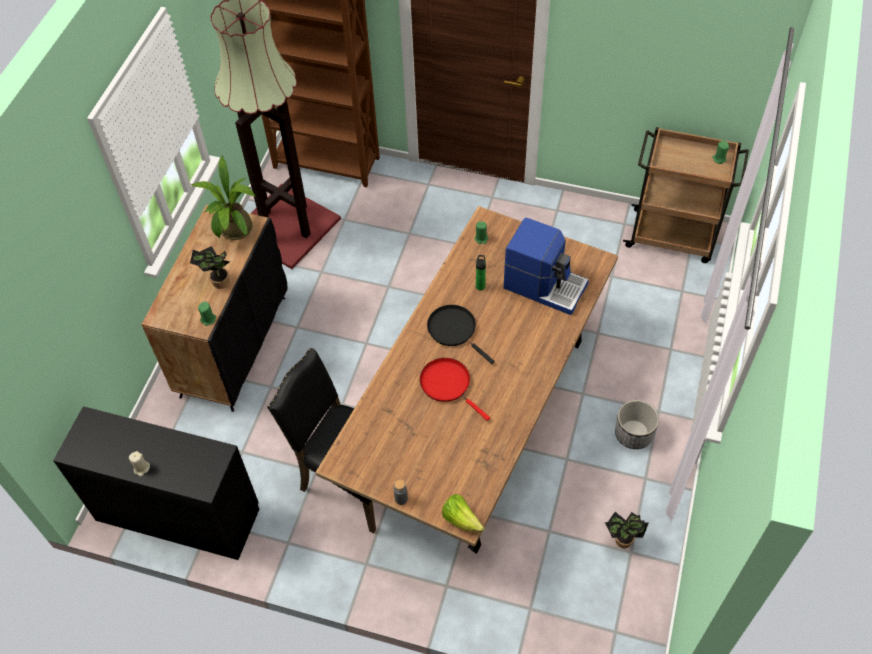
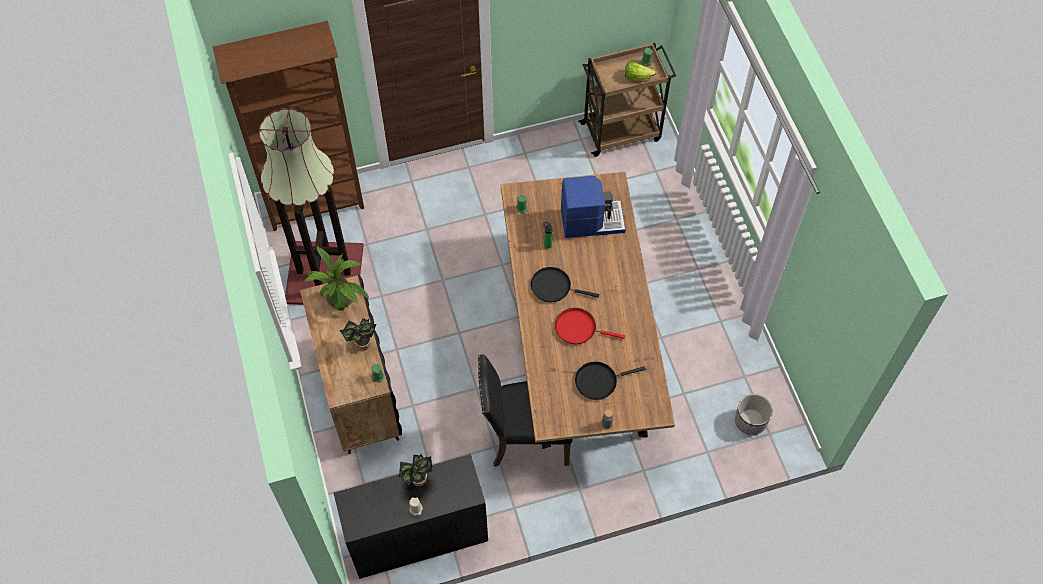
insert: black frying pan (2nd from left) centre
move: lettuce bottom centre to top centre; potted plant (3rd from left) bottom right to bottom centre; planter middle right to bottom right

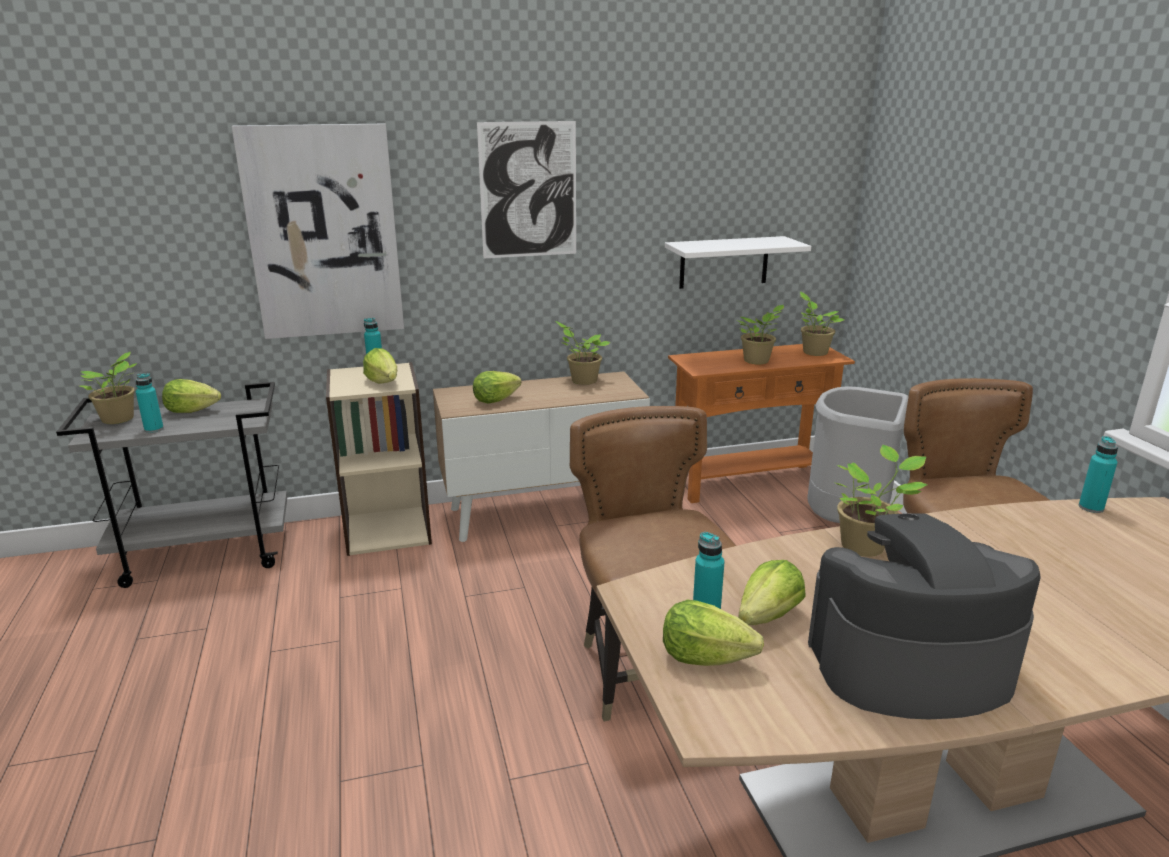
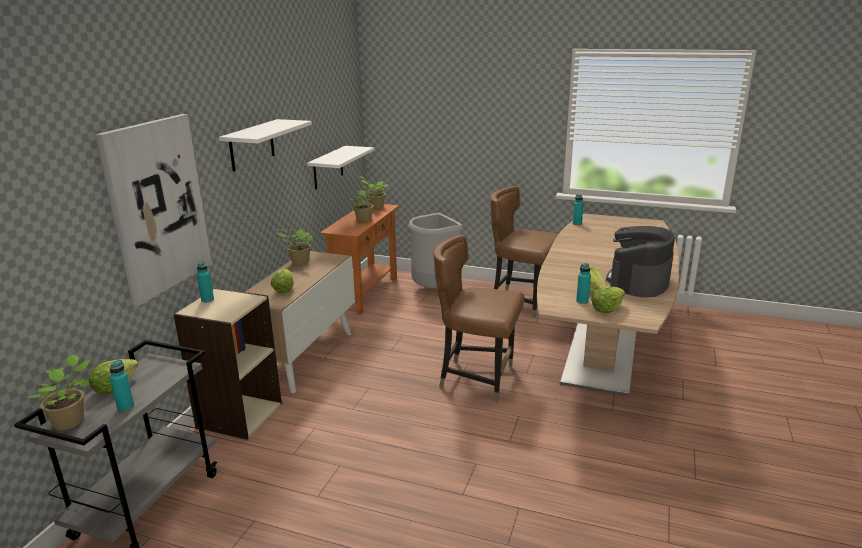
delete: lettuce (2nd from left) middle left; potted plant (5th from left) middle right
replace: picture (2nd from left) top centre to white shelf (1st from left) top left

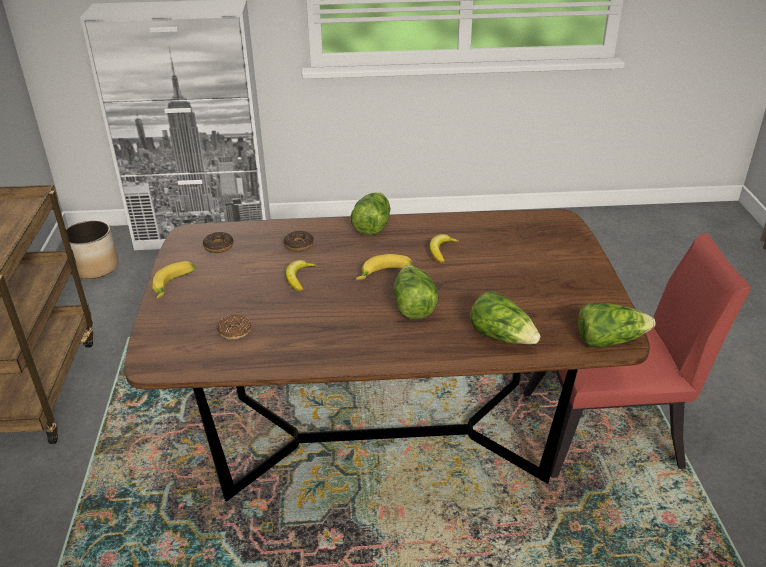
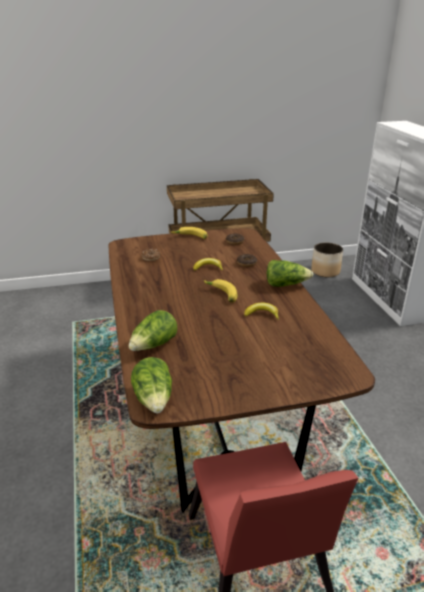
delete: lettuce (2nd from left) centre

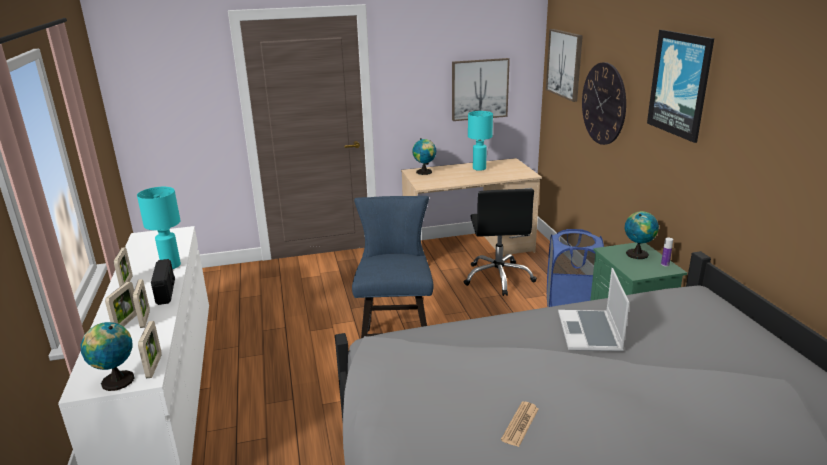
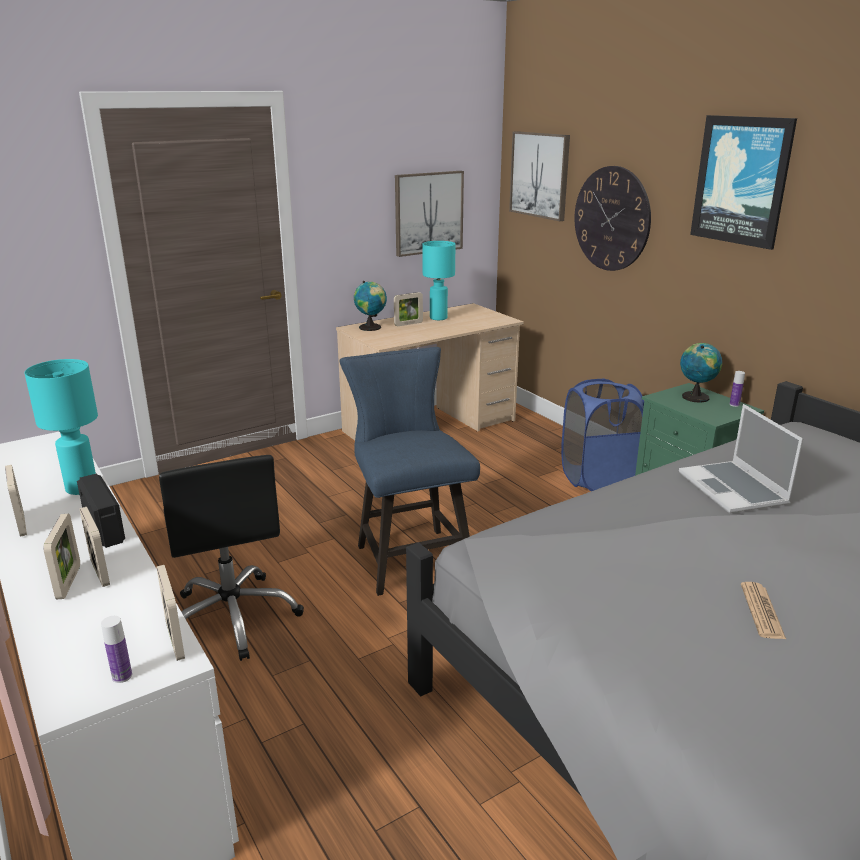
insert: picture frame (5th from left) centre
move: black office chair centre to middle left
replace: globe (1st from left) bottom left to bottle (1st from left) bottom left

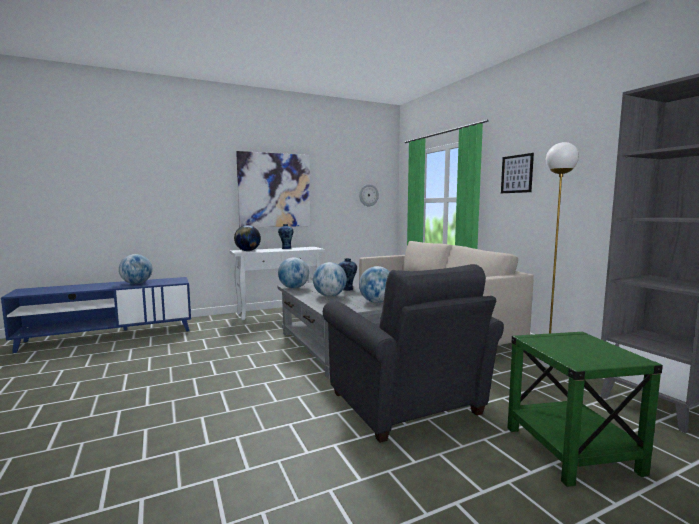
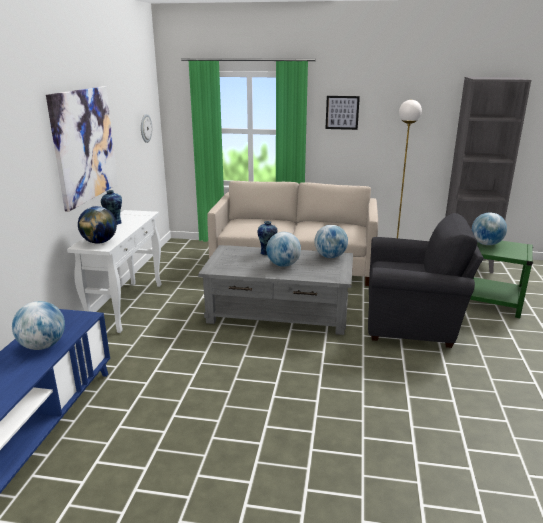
move: globe (3rd from left in the first image) centre to globe (5th from left) middle right

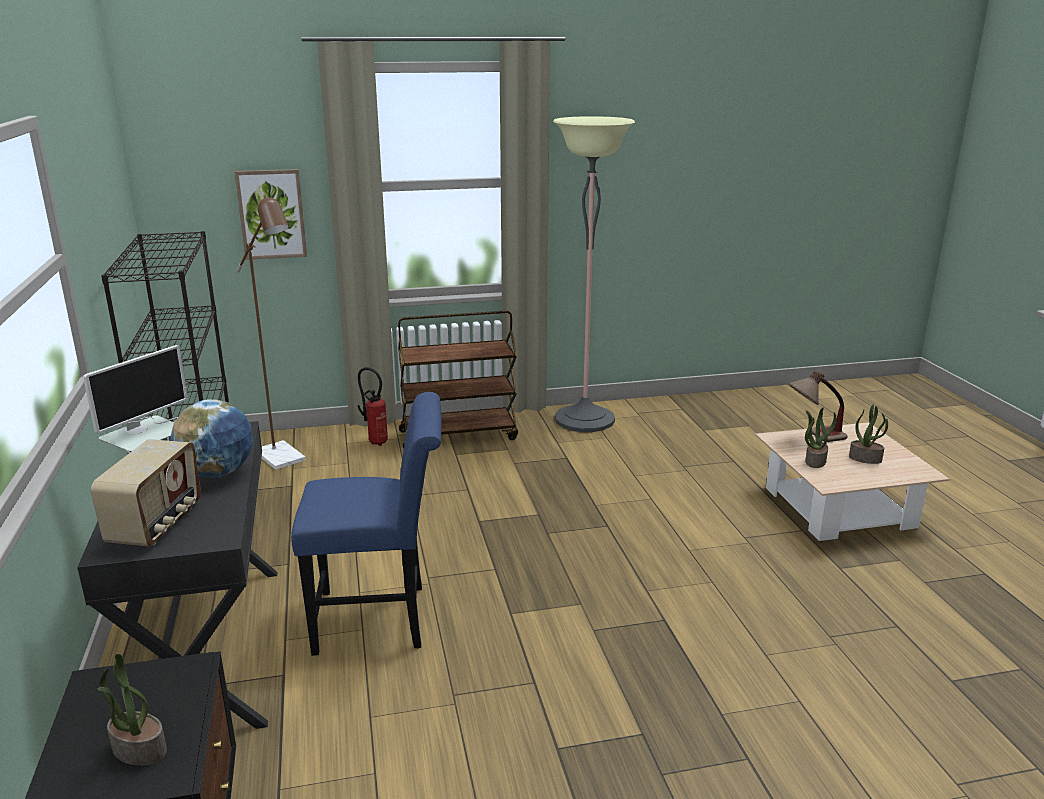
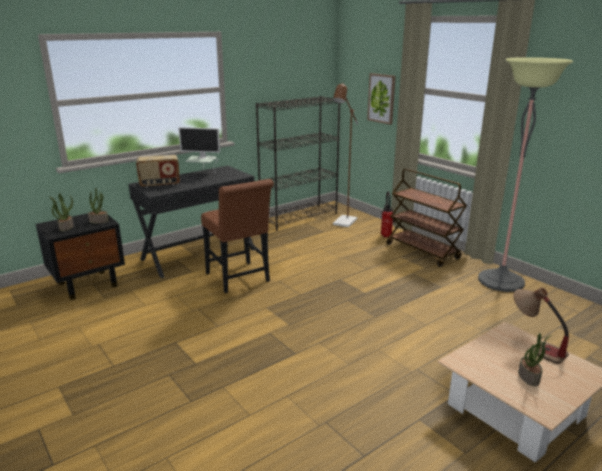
delete: globe middle left
move: potted plant (2nd from left) middle right to middle left
recolor: blue chair centre to brown chair centre

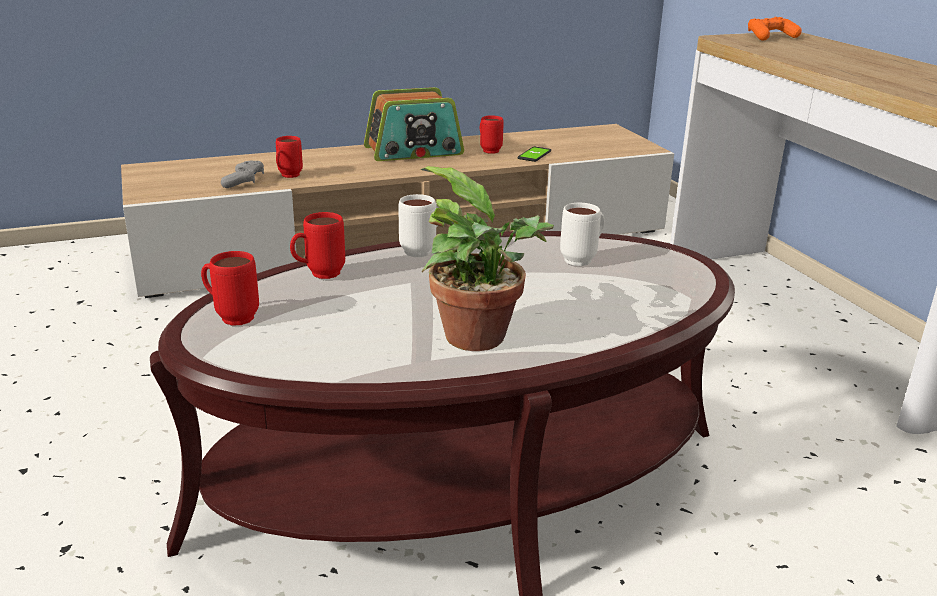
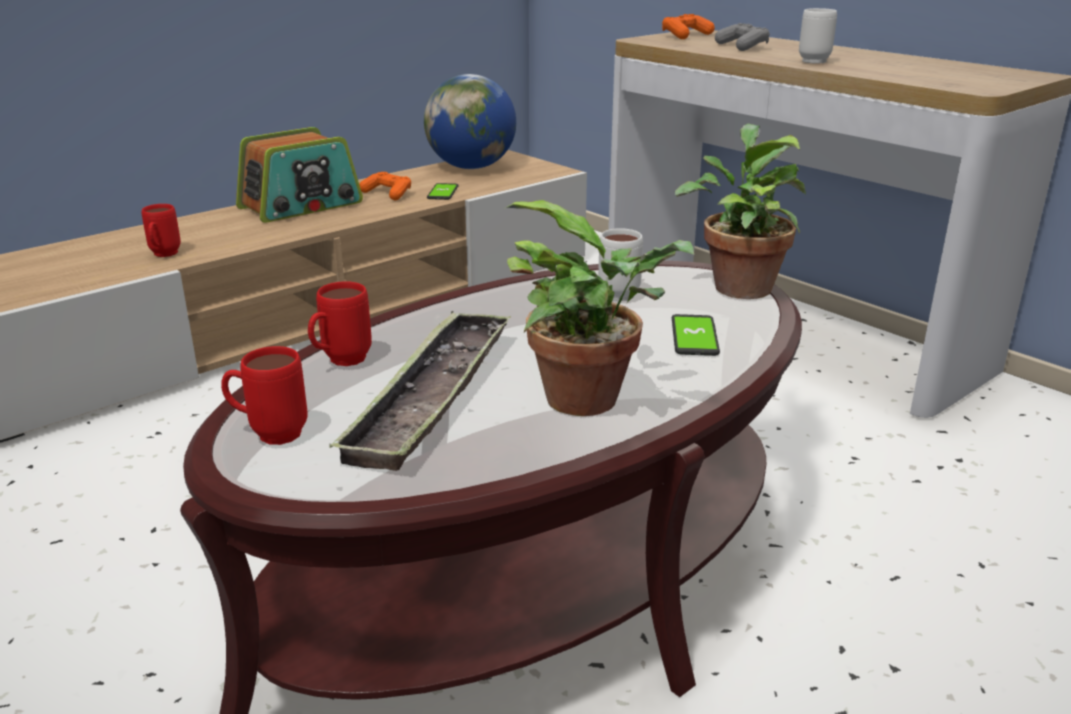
insert: tray centre; globe top centre; phone (2nd from left) centre; potted plant (2nd from left) top right
move: grey game controller top left to top right; white mug (1st from left in the first image) centre to white mug (2nd from left) top right
replace: red mug (4th from left) top centre to orange game controller (1st from left) top centre

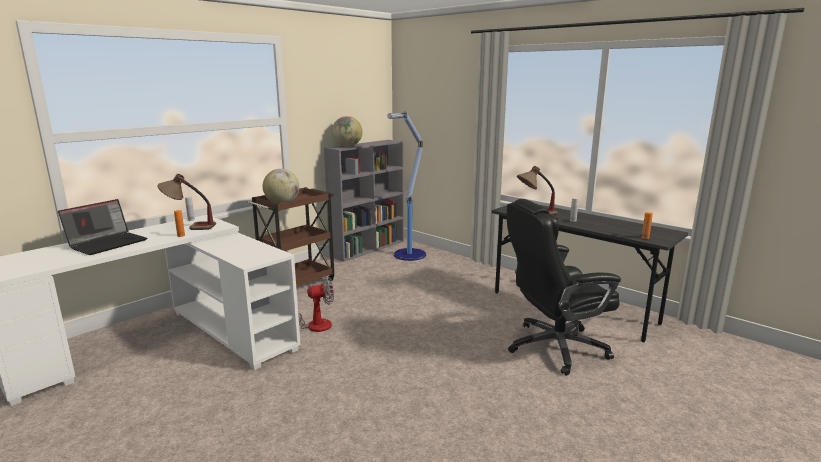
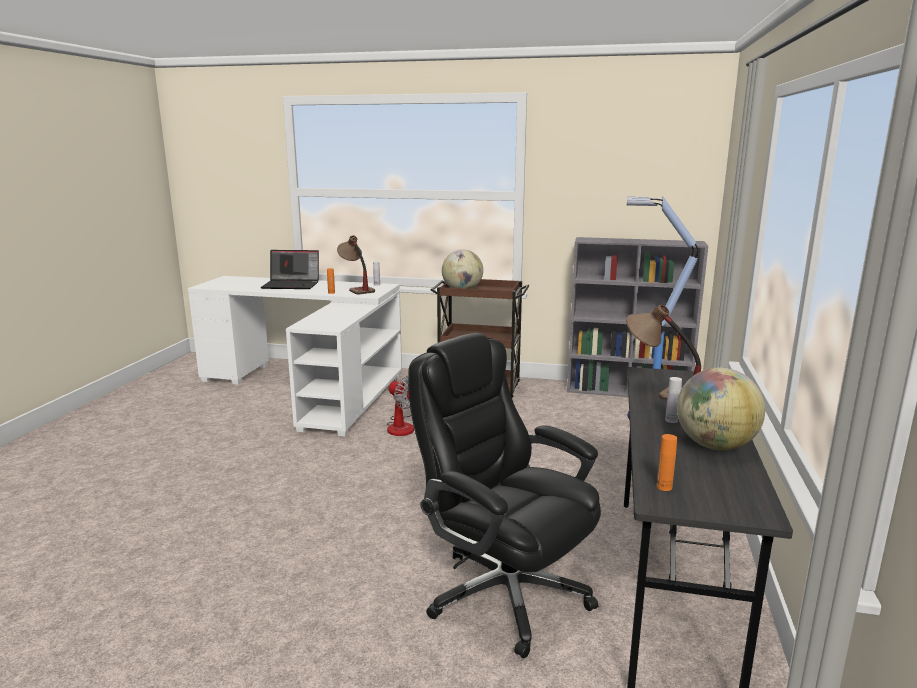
move: globe (2nd from left) top centre to middle right

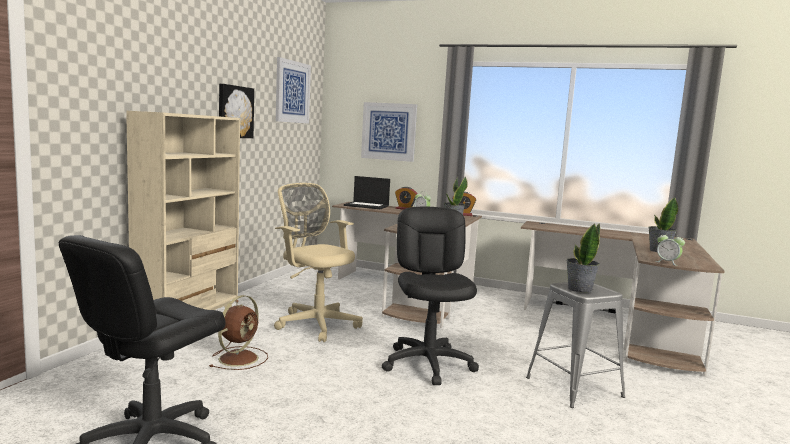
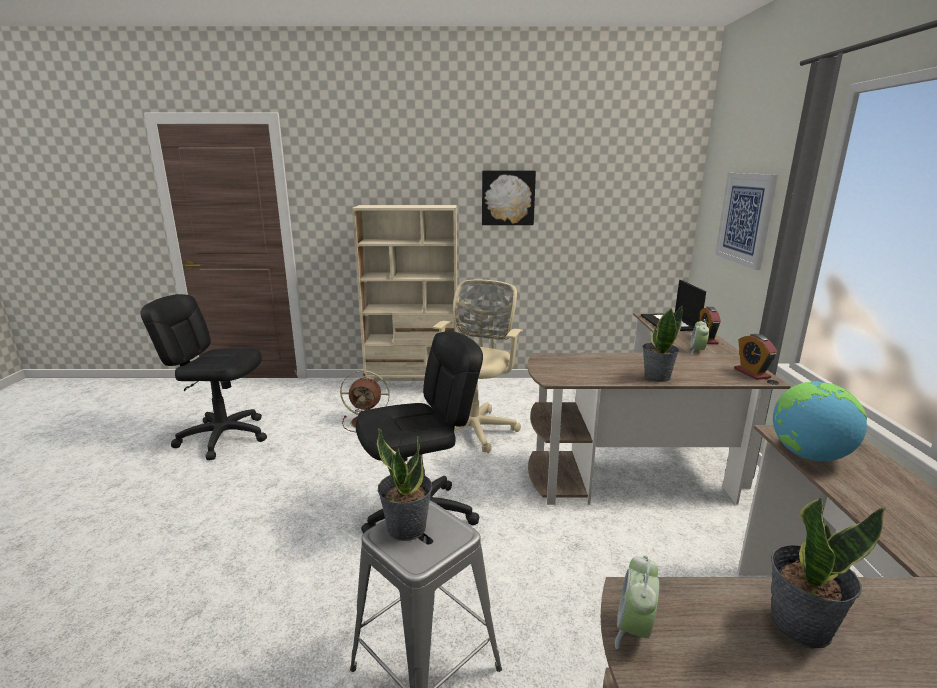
delete: picture (2nd from left) top centre
insert: globe middle right

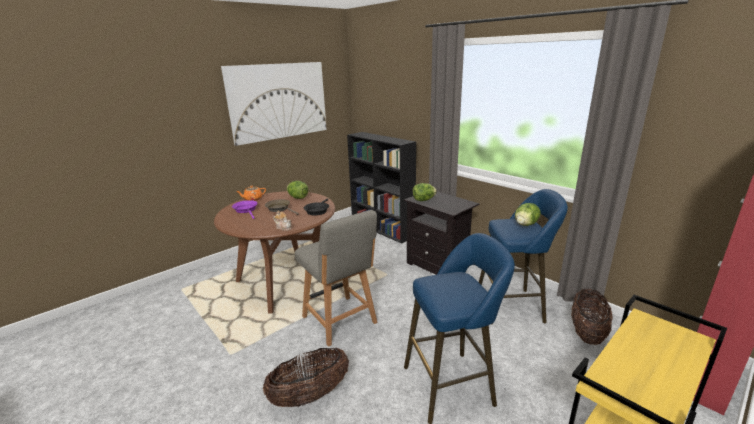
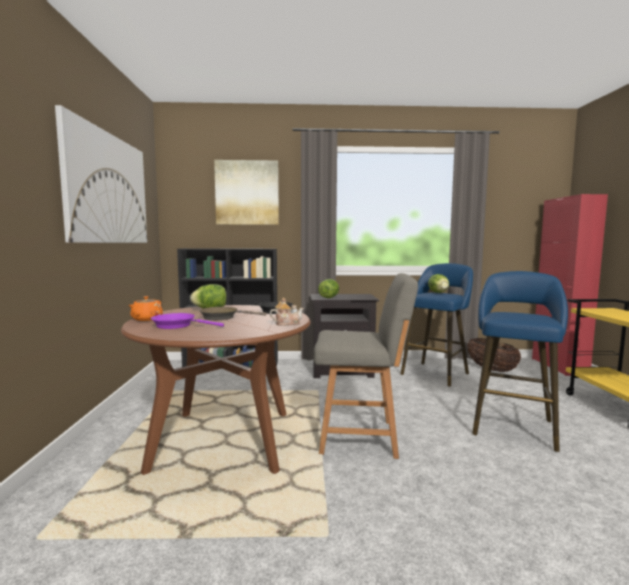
delete: basket (1st from left) bottom centre
insert: picture (2nd from left) top centre

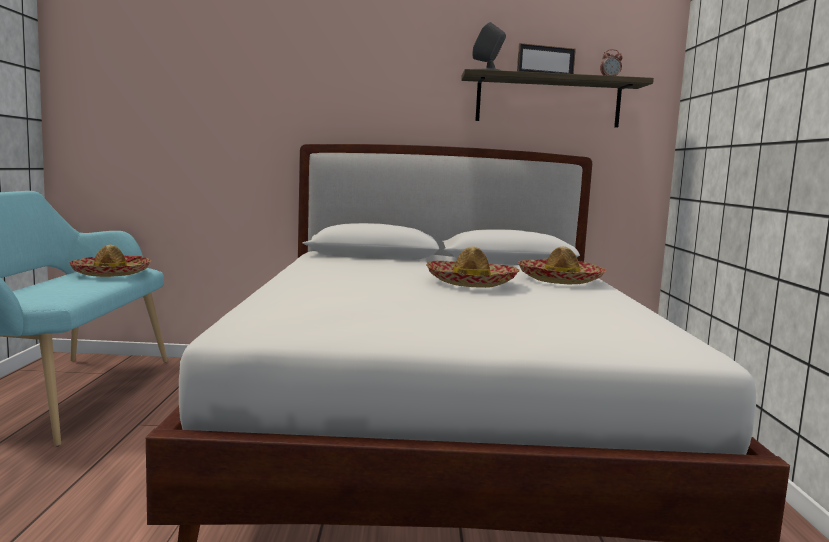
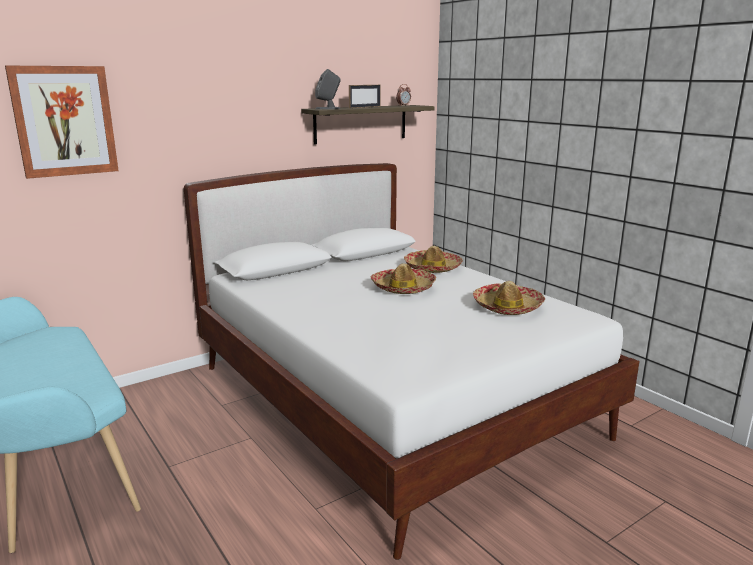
insert: picture top left
move: hat (1st from left in the first image) middle left to hat (3rd from left) middle right

